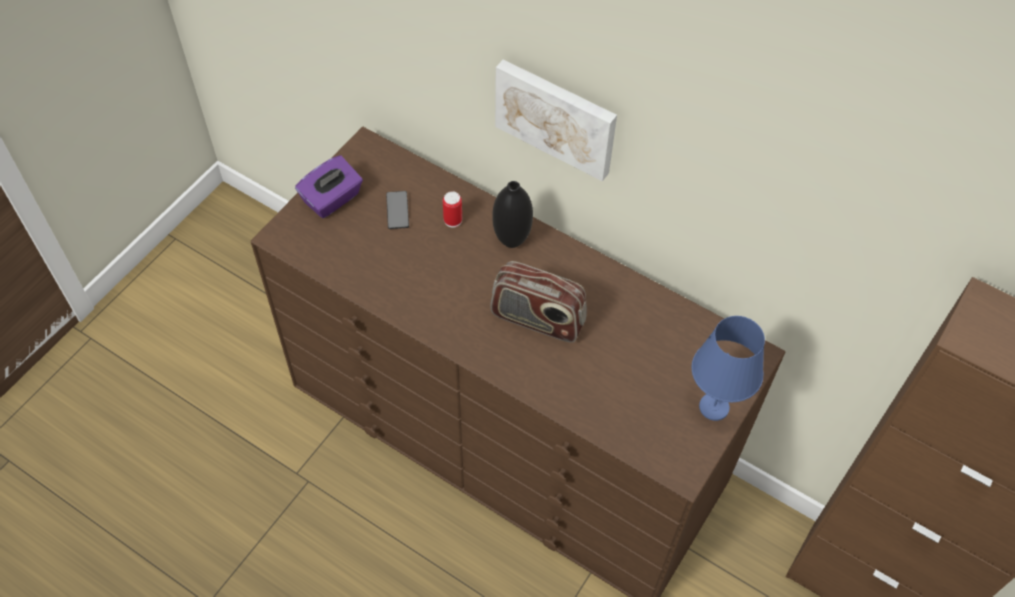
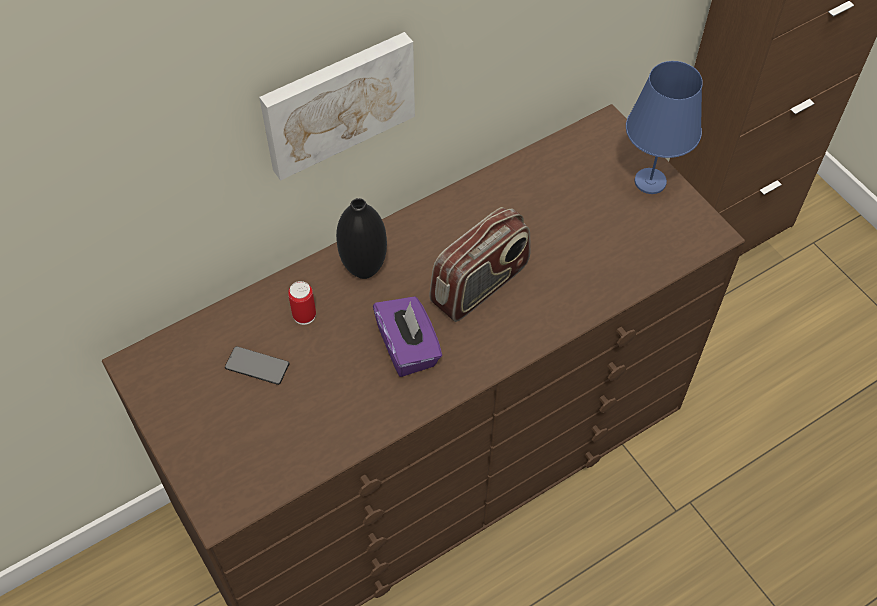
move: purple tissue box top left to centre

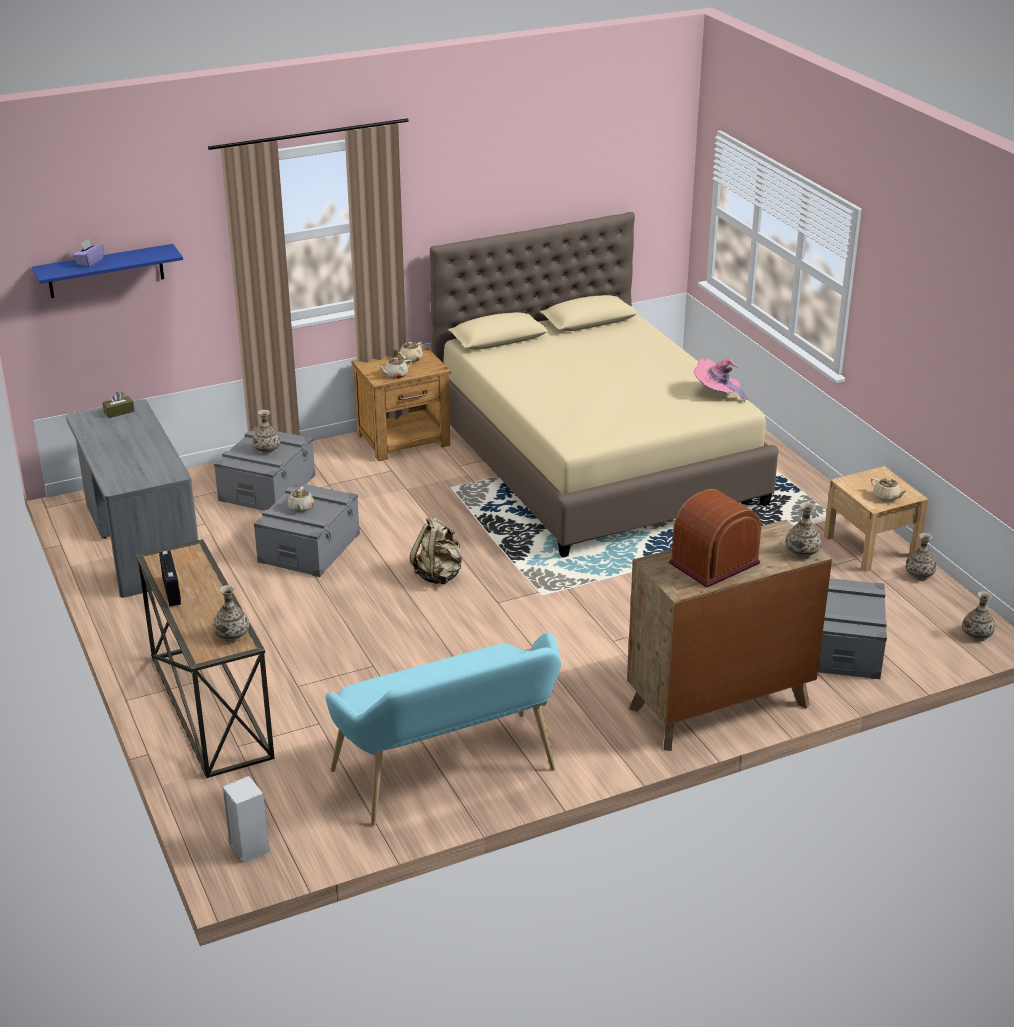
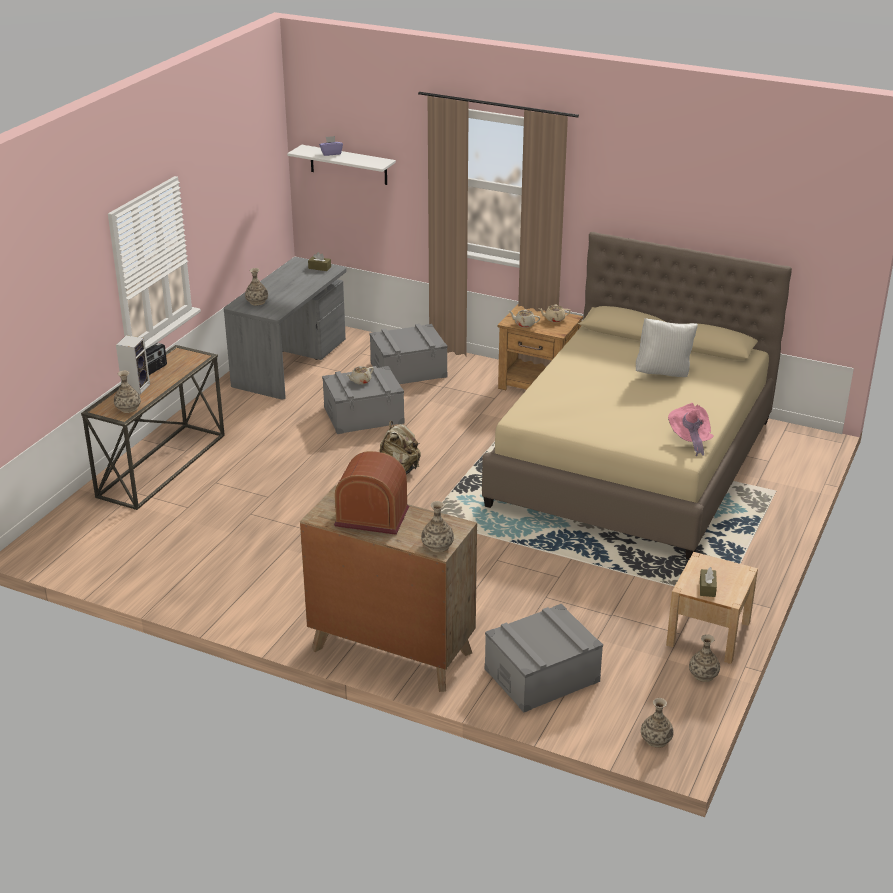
delete: turquoise bench bottom centre
insert: white pillow middle right
move: speaker bottom left to middle left; vase (2nd from left) middle left to top left
replace: beige teapot (4th from left) middle right to brown tissue box (2nd from left) middle right
recolor: blue shelf top left to white shelf top centre

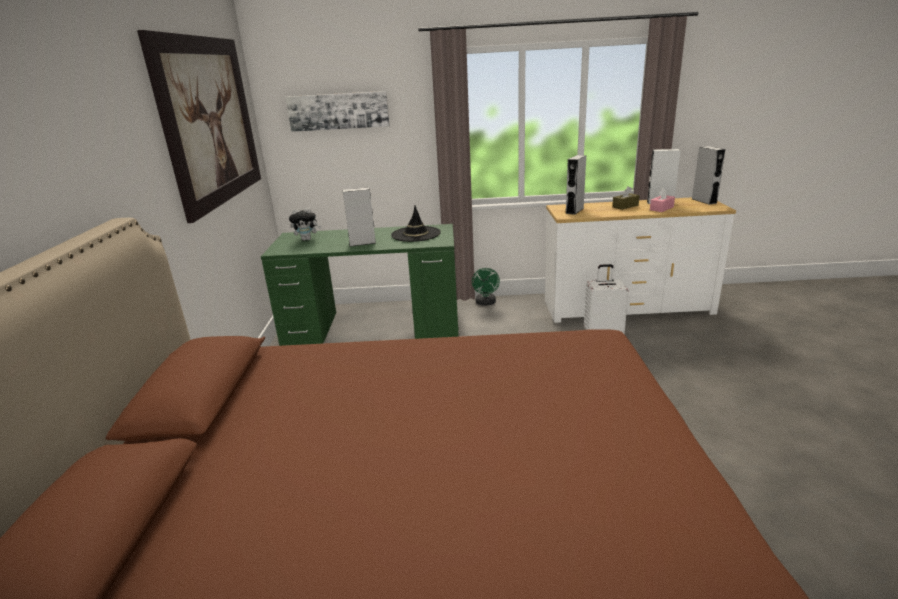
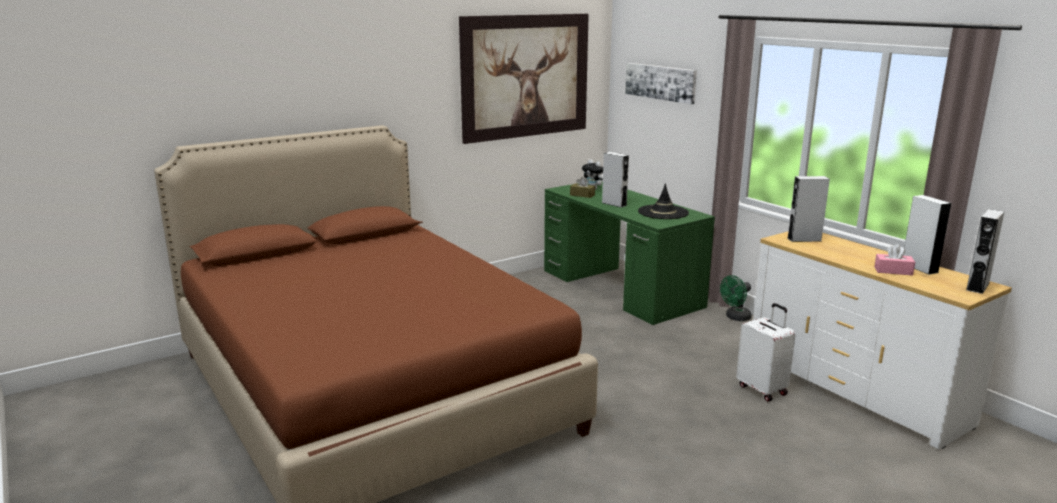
move: brown tissue box top right to centre

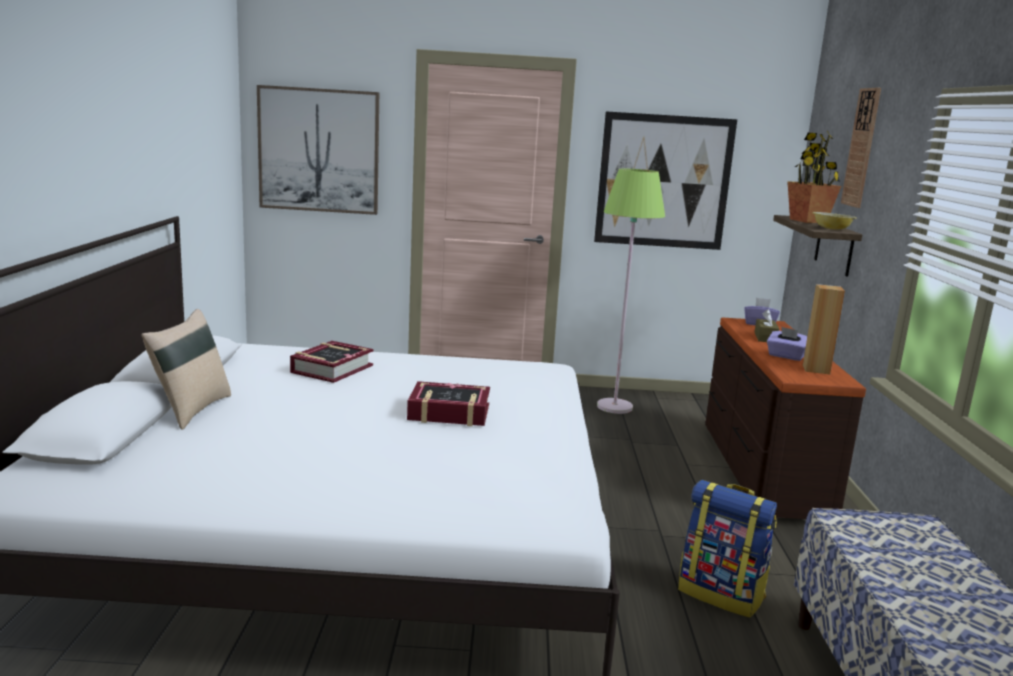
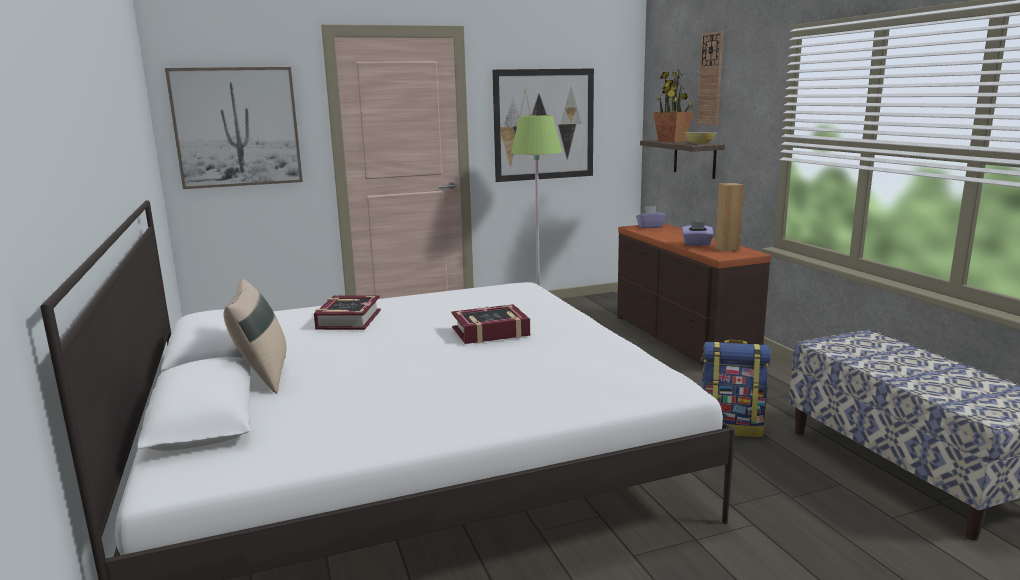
delete: brown tissue box middle right

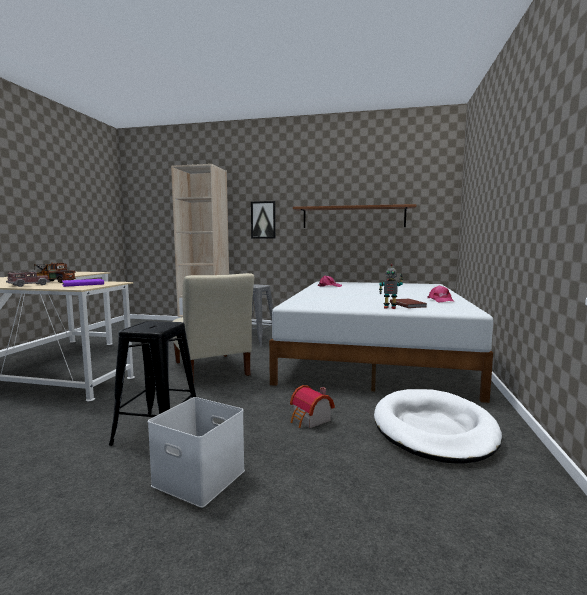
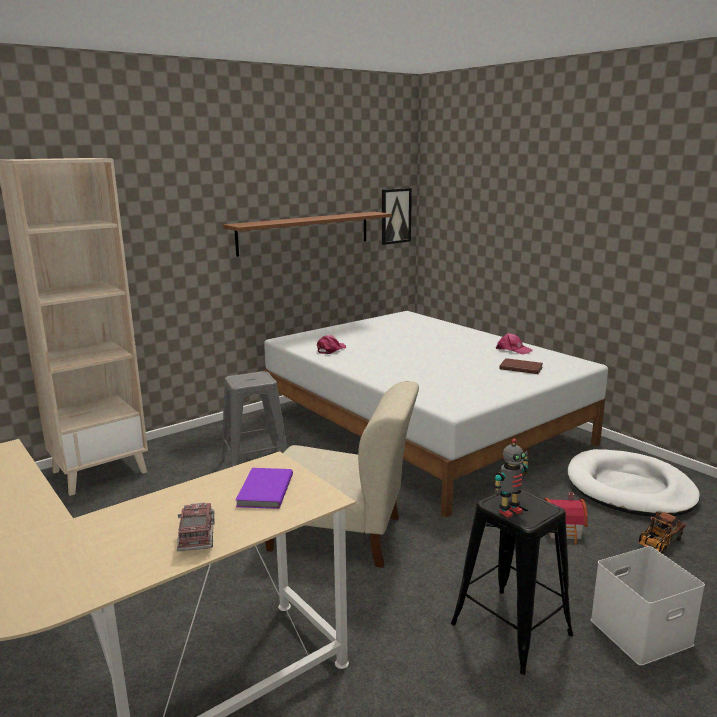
move: toy truck (2nd from left) middle left to bottom right; picture centre to top centre; toy robot centre to bottom right

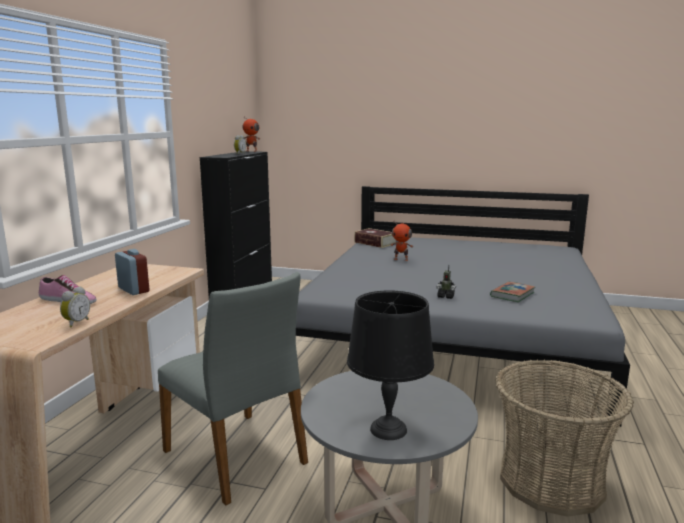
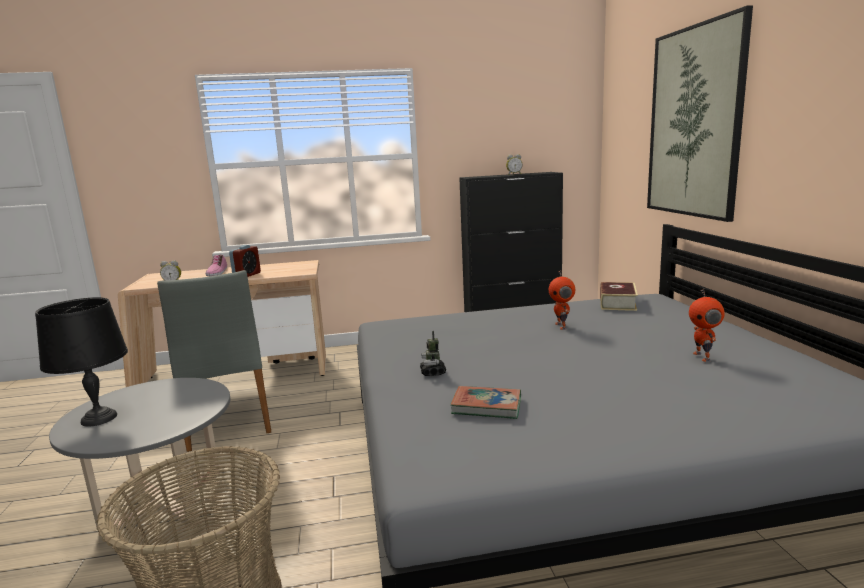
insert: picture top right
move: toy robot (1st from left in the first image) top centre to toy robot (3rd from left) middle right
rotate: grey chair bottom centre = middle left 45 degrees counterclockwise

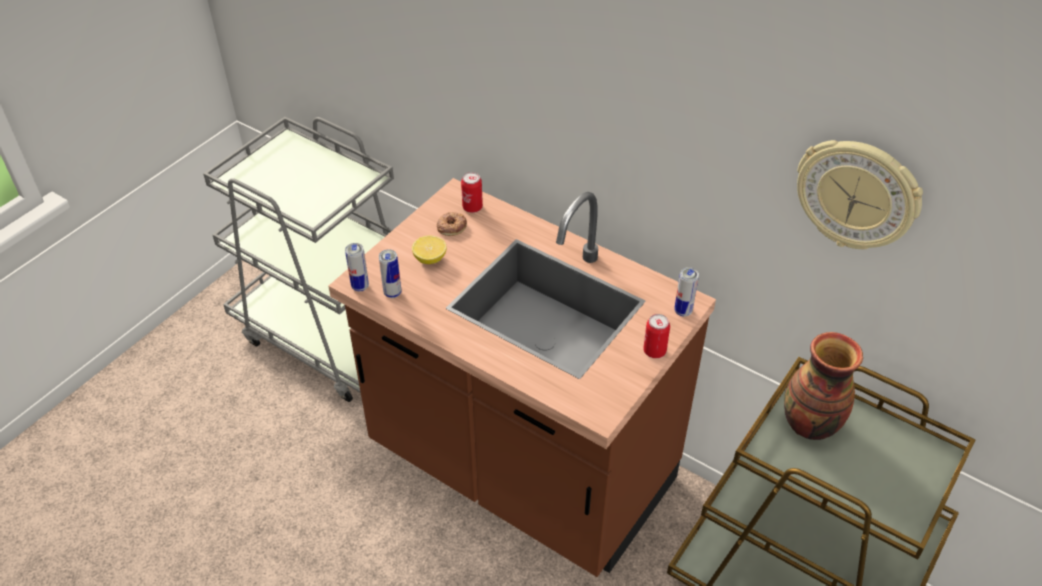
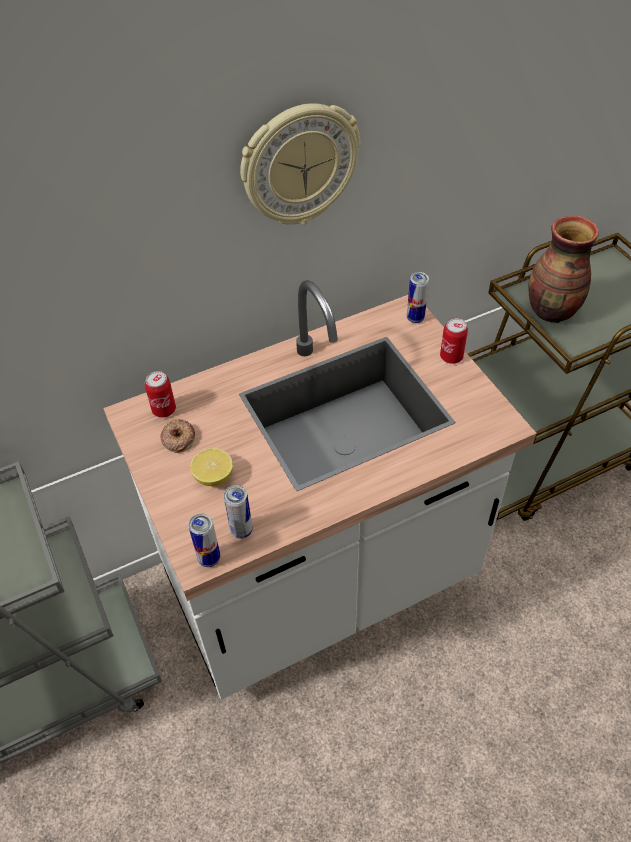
move: wall clock top right to top centre
recolor: brown counter centre to white counter centre

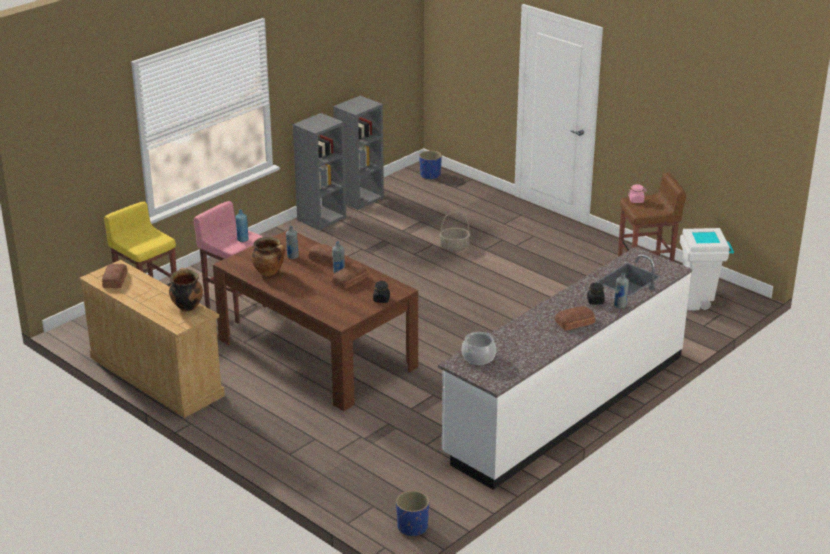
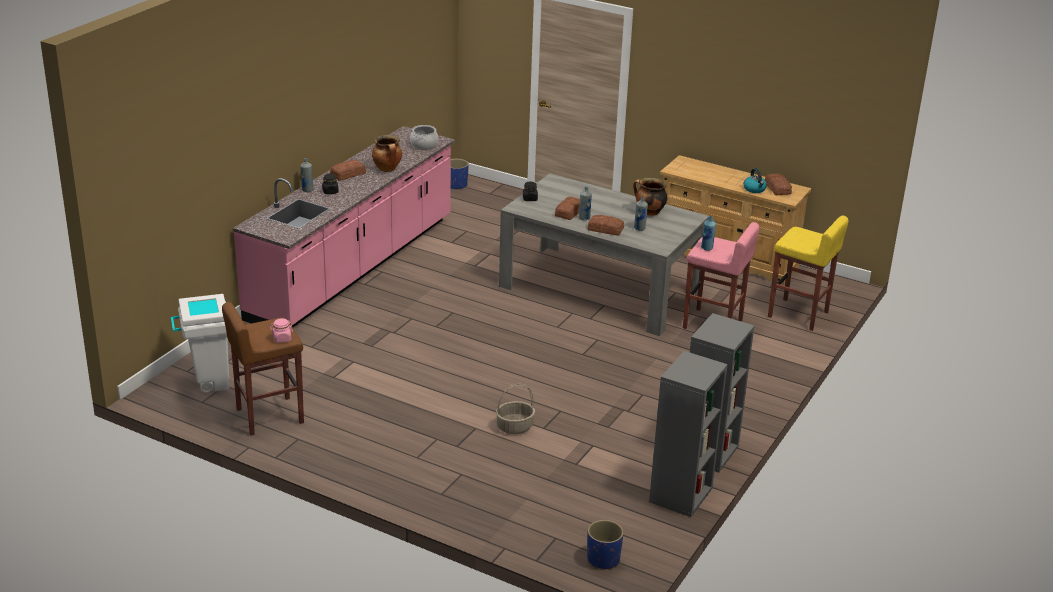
insert: kettle top right
move: cooking pot (1st from left) middle left to top centre
recolor: brown dining table centre to grey dining table centre; white counter middle right to pink counter middle left

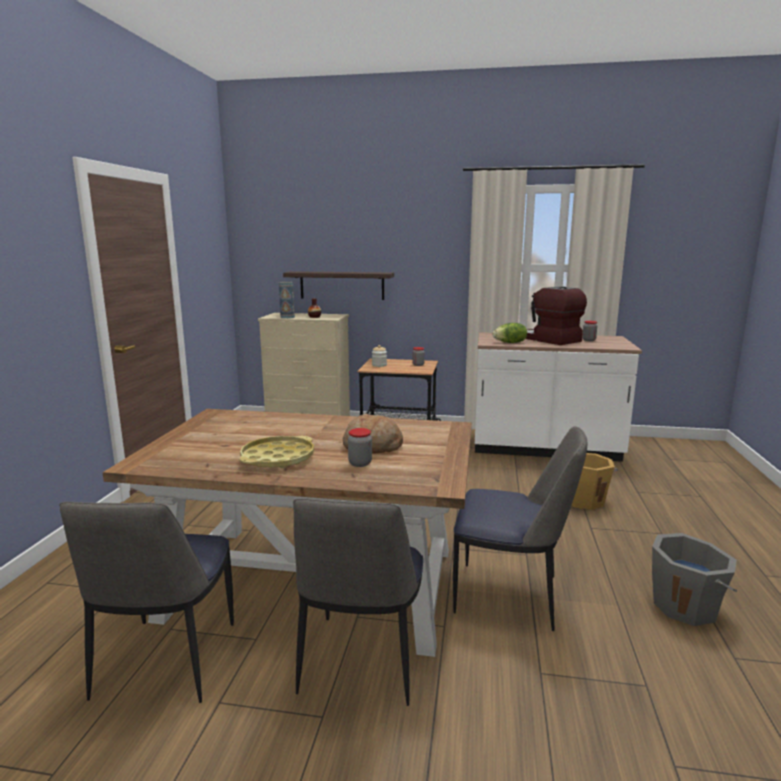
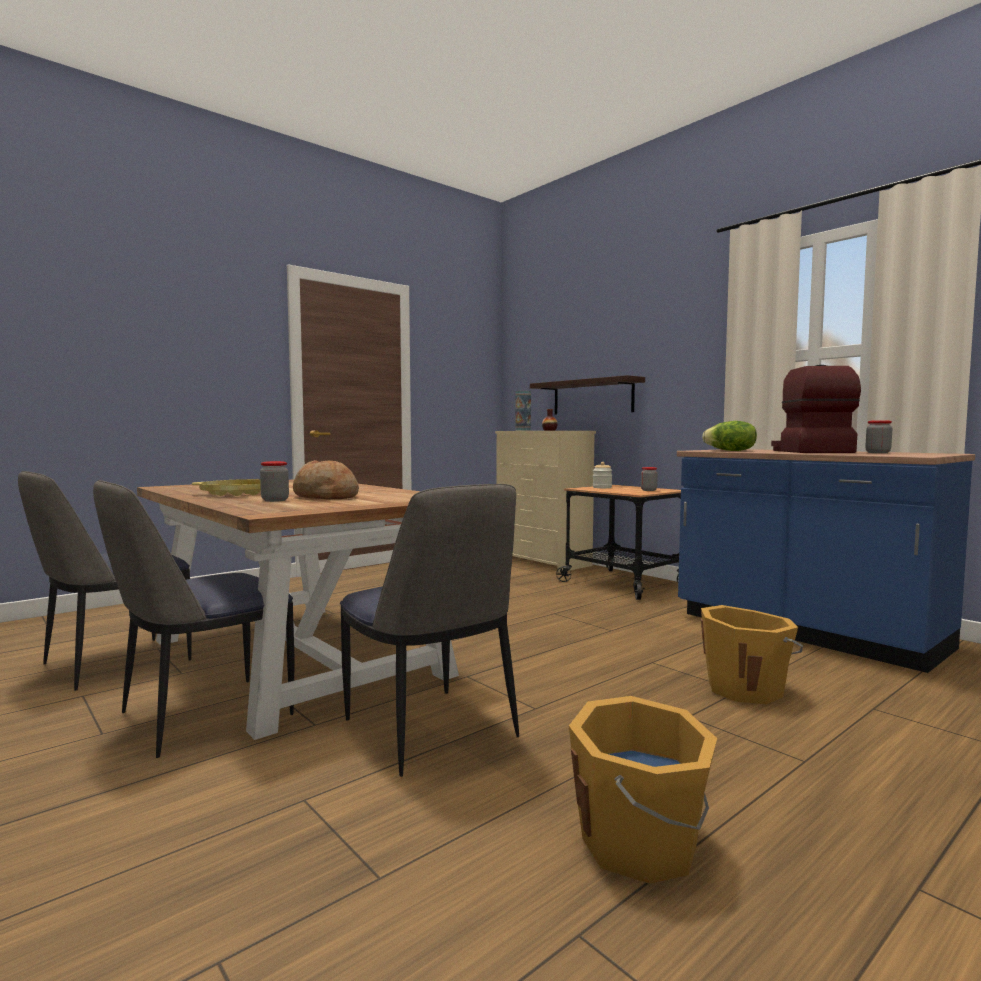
recolor: white counter middle right to blue counter middle right; grey bucket bottom right to orange bucket (1st from left) bottom centre

